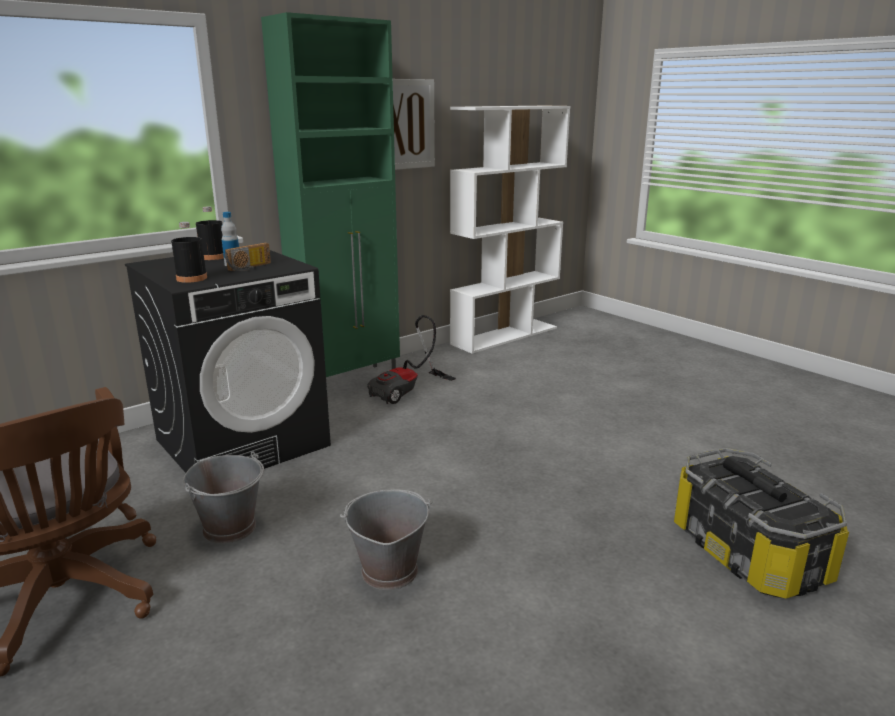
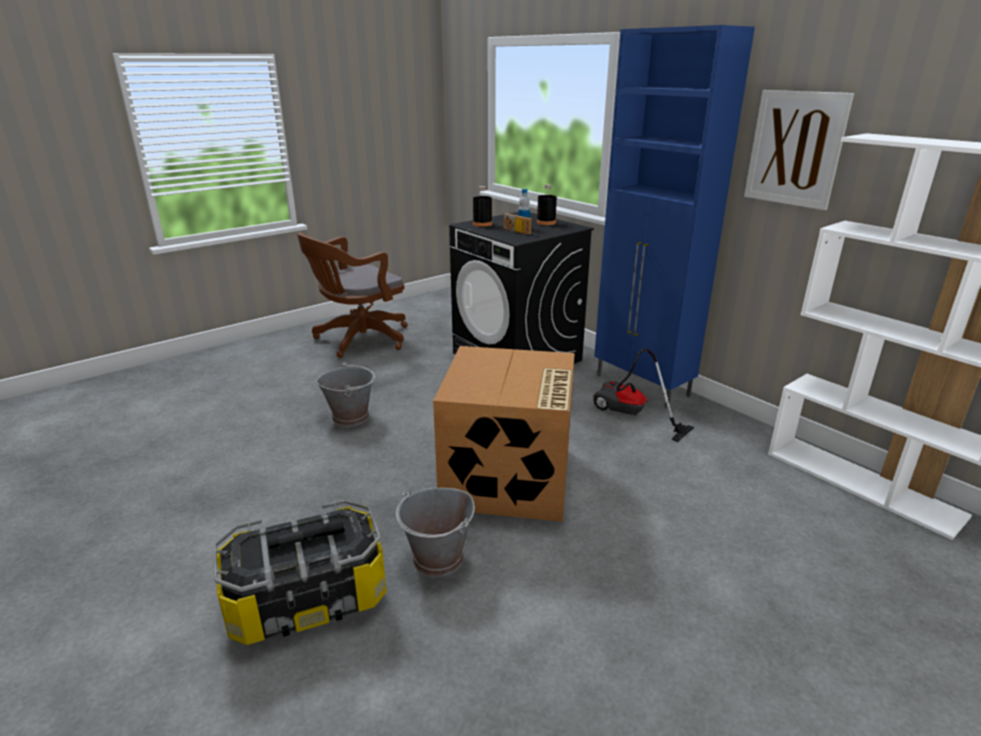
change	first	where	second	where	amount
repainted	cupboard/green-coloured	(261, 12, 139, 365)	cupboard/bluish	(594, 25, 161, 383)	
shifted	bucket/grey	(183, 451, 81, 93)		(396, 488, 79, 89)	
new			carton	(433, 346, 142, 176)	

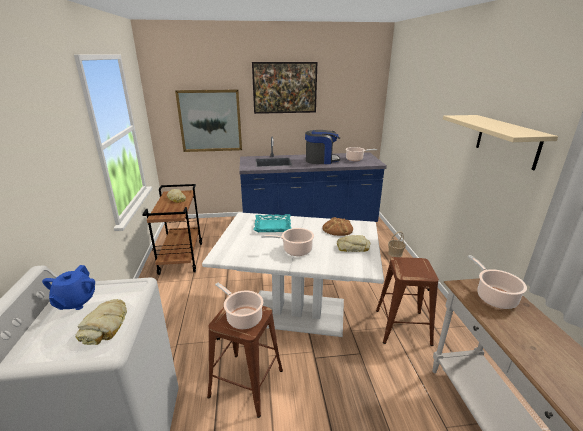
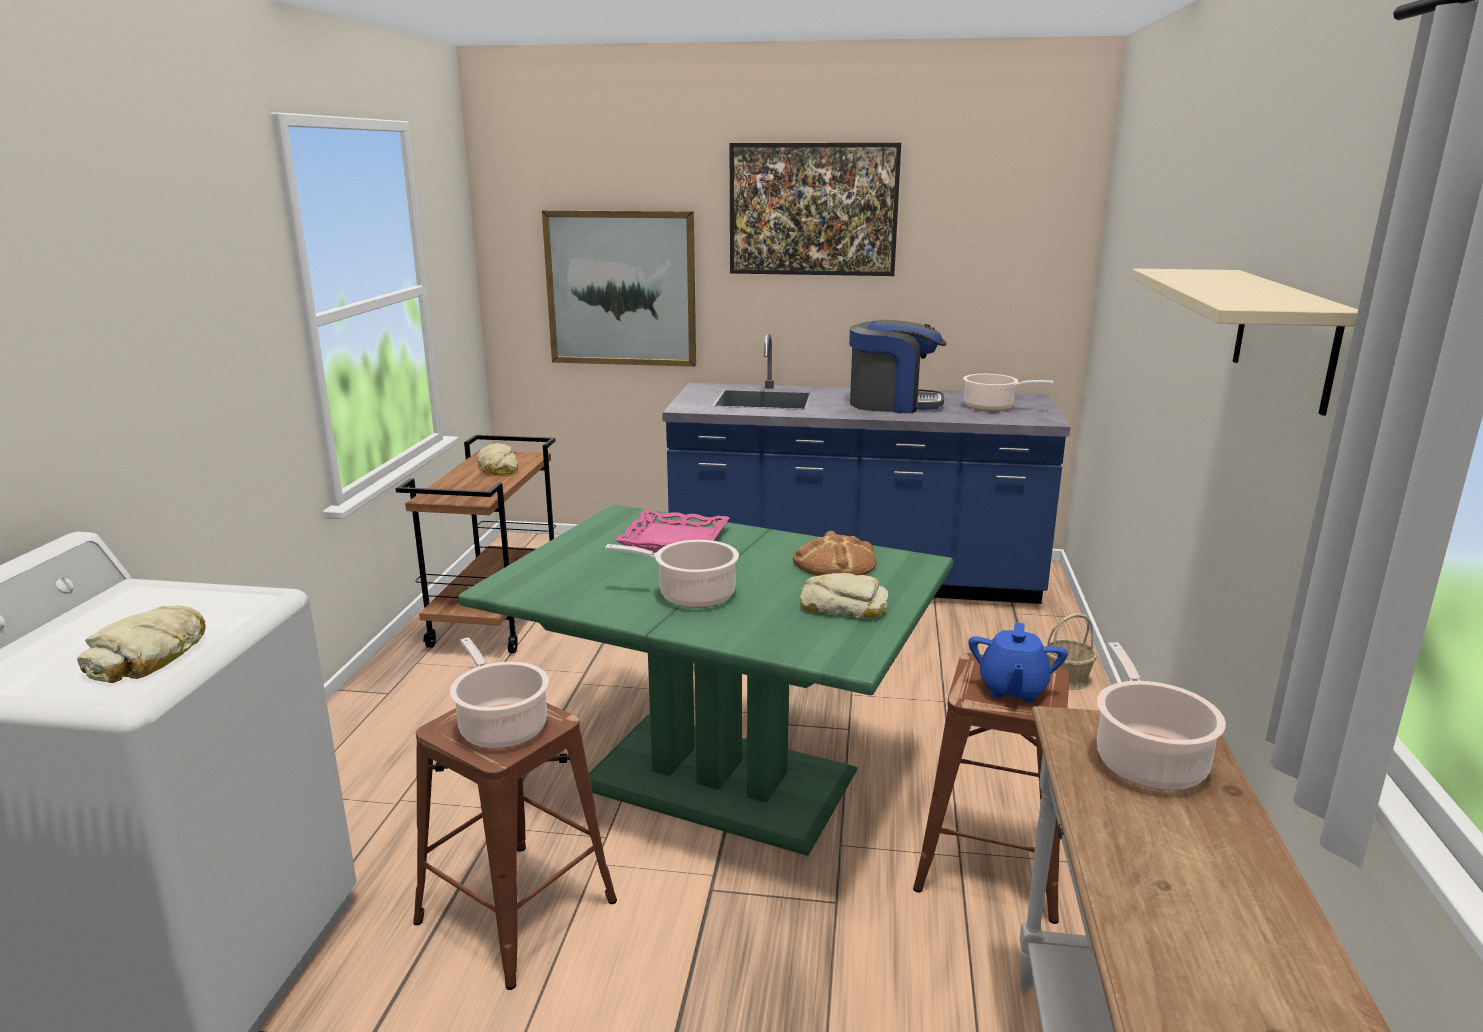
change	first	where	second	where	amount
repainted	dining table/white-coloured	(202, 212, 182, 125)	dining table/green-coloured	(458, 504, 495, 352)	
repainted	serving tray/blue-green	(254, 214, 37, 18)	serving tray/pink-coloured	(616, 510, 113, 42)	
shifted	pot for tea/bluish	(42, 265, 53, 45)		(969, 622, 99, 81)	

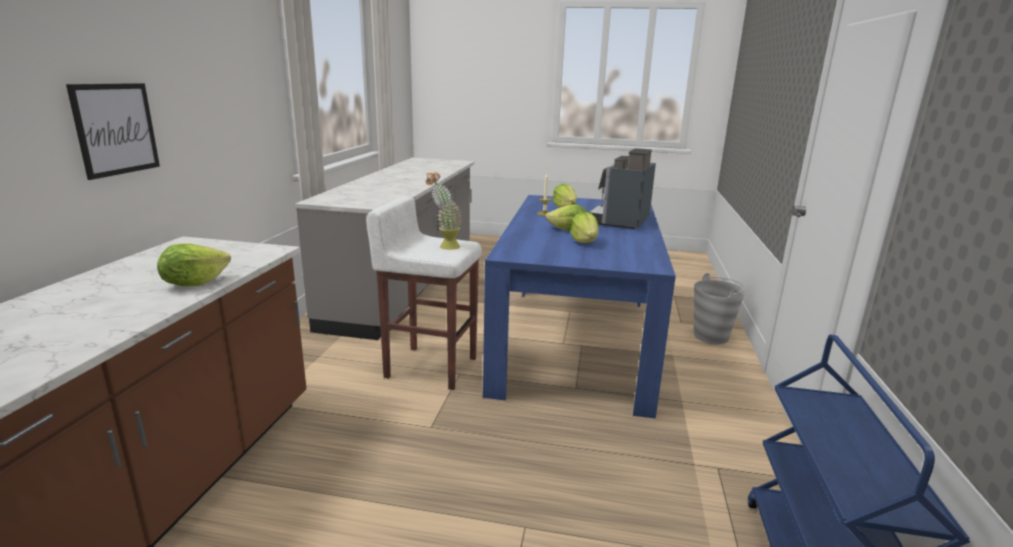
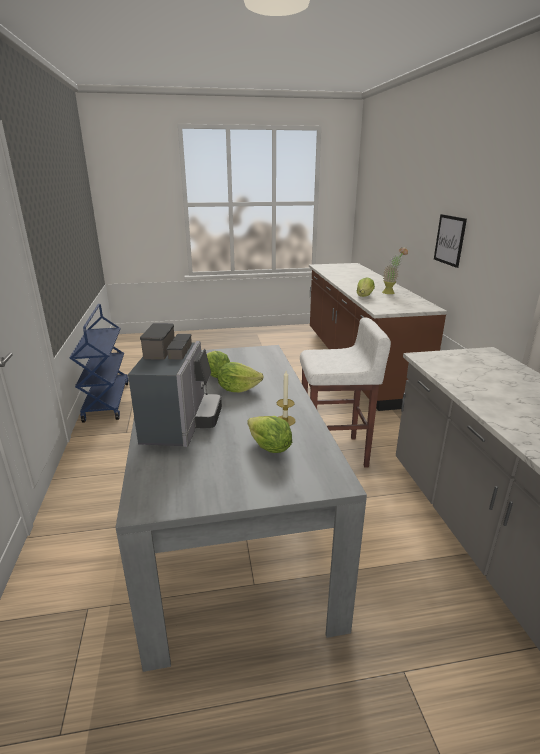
change	first	where	second	where	amount
shifted	houseplant	(426, 172, 36, 78)		(382, 247, 26, 47)	
repainted	dining table/bluish	(483, 195, 193, 224)	dining table/grey	(115, 345, 252, 327)	
gone	bucket/grey	(694, 273, 52, 71)			

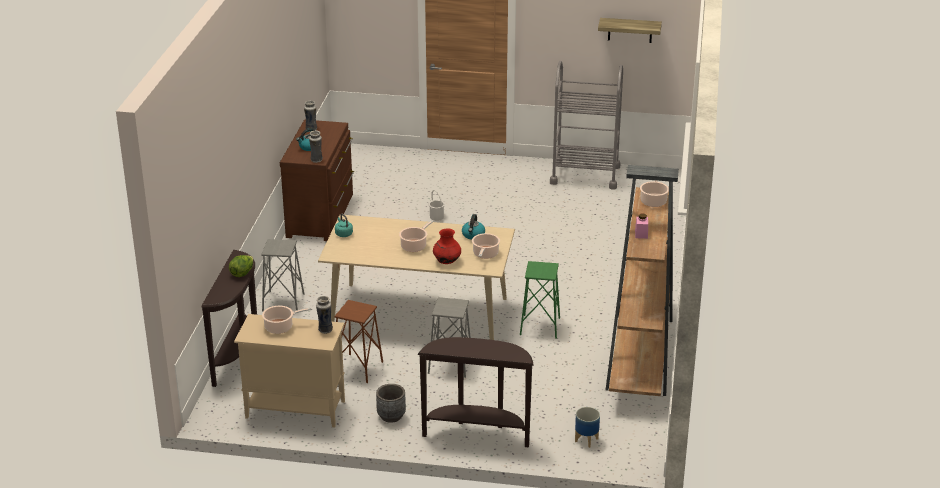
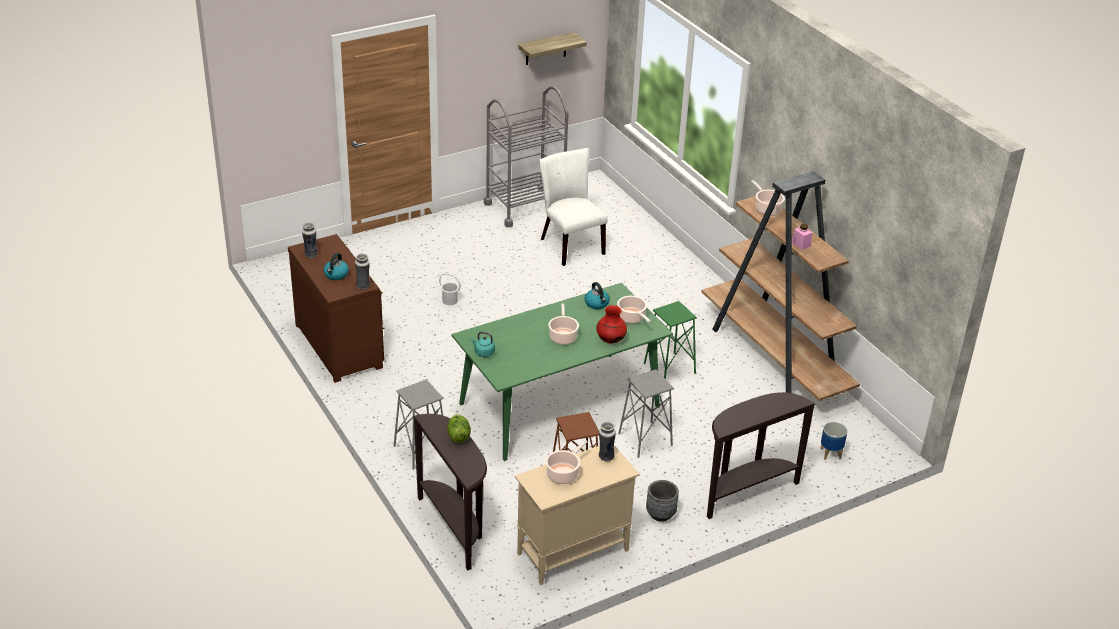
change	first	where	second	where	amount
repainted	dining table/beige	(318, 214, 197, 126)	dining table/green-coloured	(452, 283, 221, 178)	
new			chair/white-coloured	(539, 148, 69, 118)	

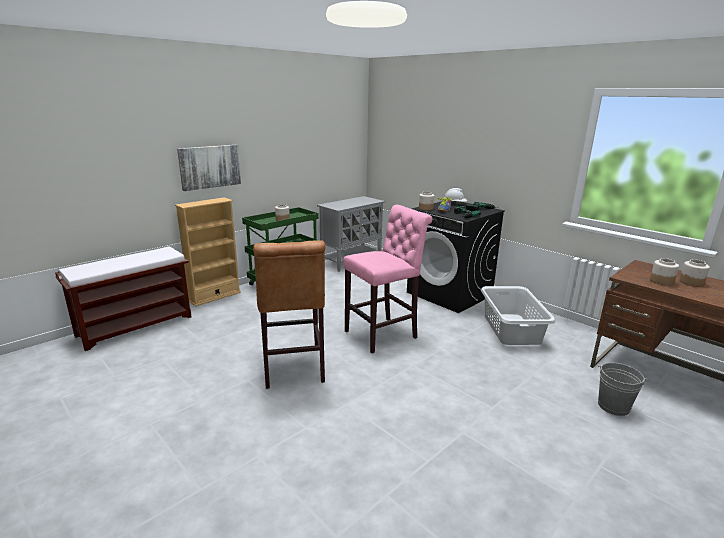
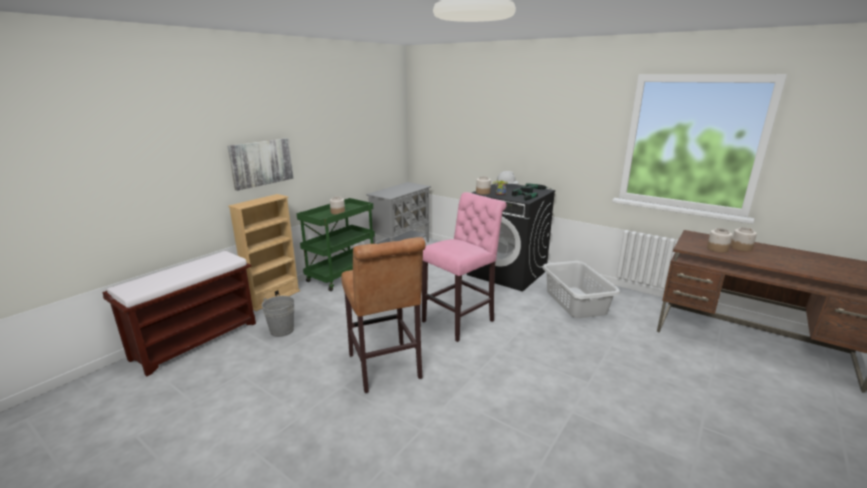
change	first	where	second	where	amount
shifted	bucket/grey	(598, 363, 50, 53)		(262, 296, 33, 41)	

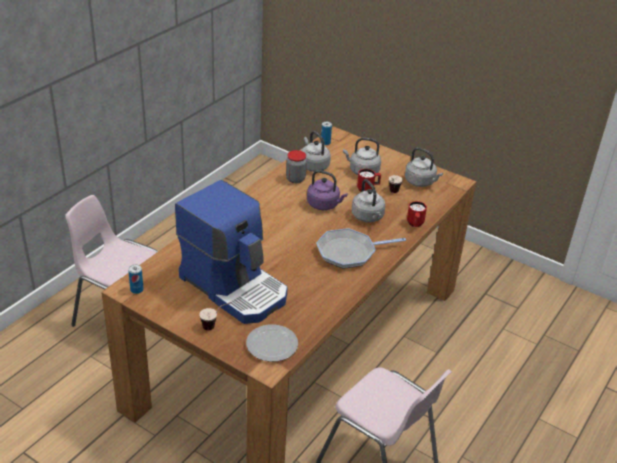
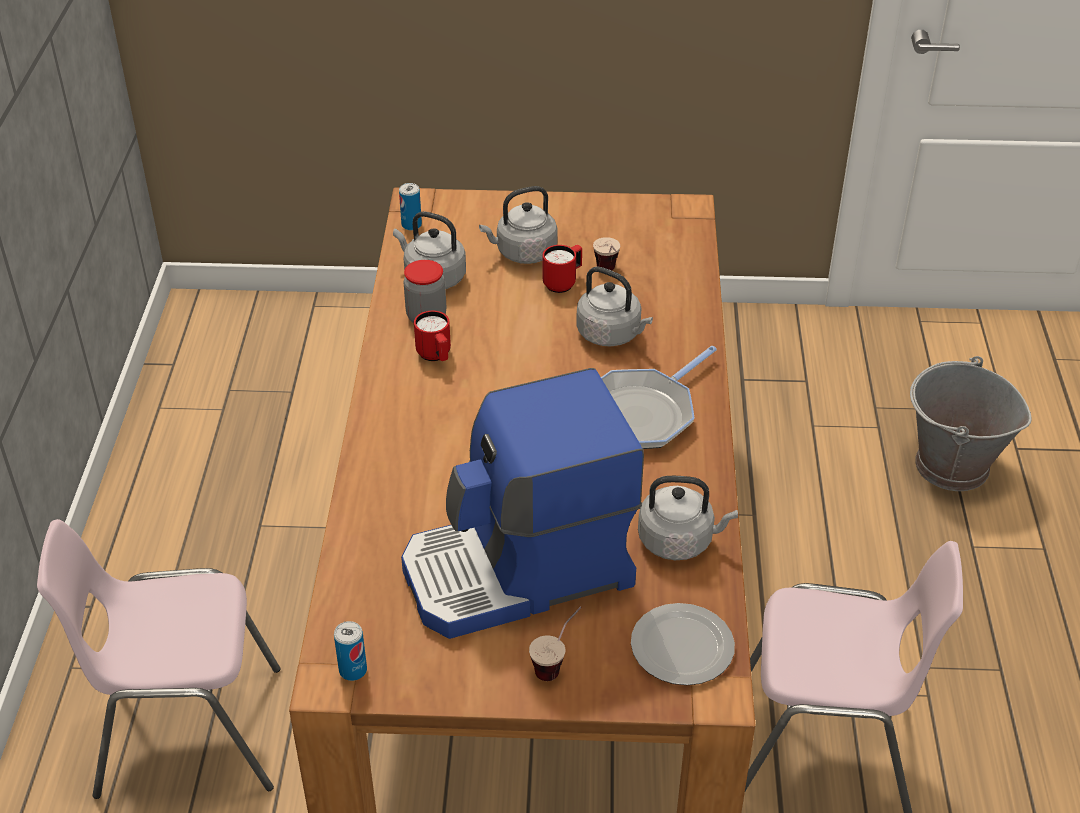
change	first	where	second	where	amount
shifted	tea kettle/grey	(405, 147, 38, 40)		(638, 476, 100, 84)	
gone	tea kettle/purple	(307, 170, 41, 40)			
rotated	coffee machine	(175, 180, 112, 144)		(401, 368, 243, 271)	150 degrees clockwise
shifted	mug/red	(407, 201, 20, 26)		(414, 311, 37, 50)	
new			bucket/grey	(910, 356, 122, 135)	

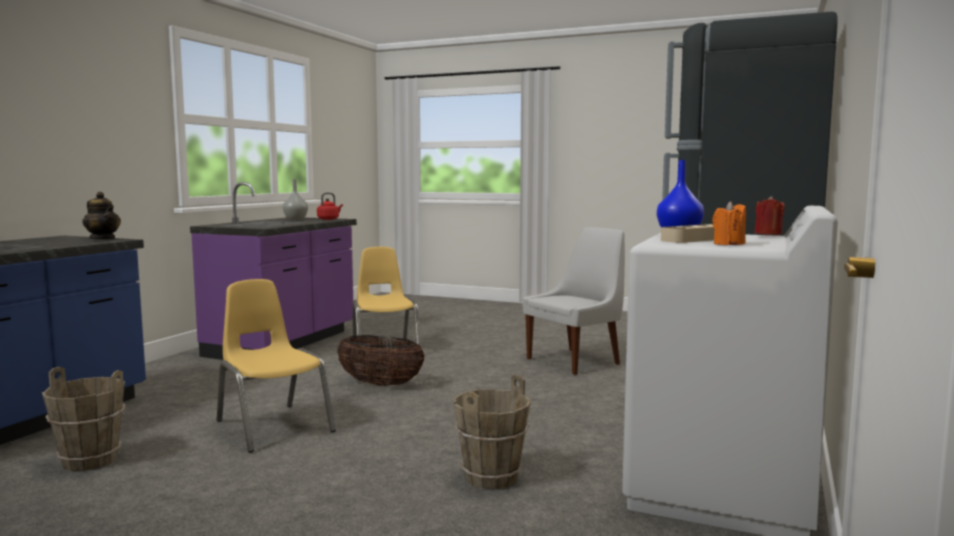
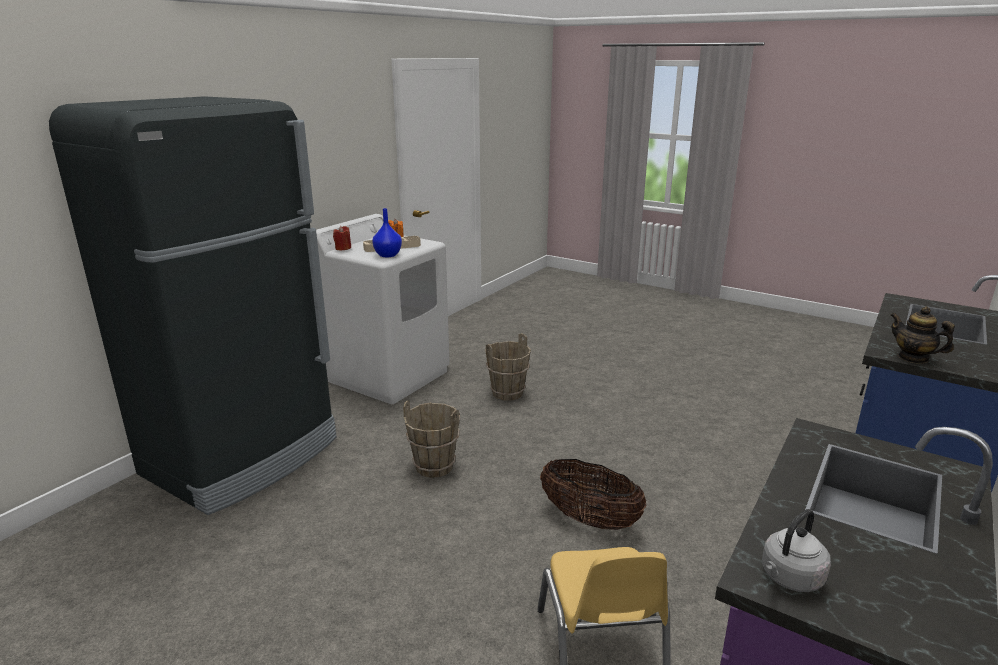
change	first	where	second	where	amount
gone	flower vase/grey	(283, 179, 25, 41)			
repainted	tea kettle/red	(317, 193, 26, 27)	tea kettle/grey	(762, 509, 69, 83)	
gone	chair/white-coloured	(522, 227, 103, 148)			
gone	chair/yellow-coloured	(217, 279, 119, 174)			
shifted	bucket/brown-coloured	(42, 367, 83, 104)		(403, 400, 57, 78)	

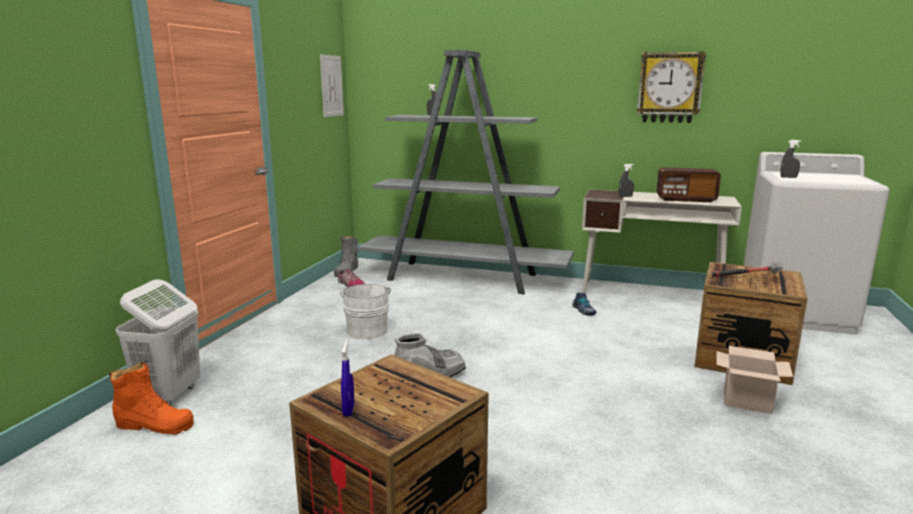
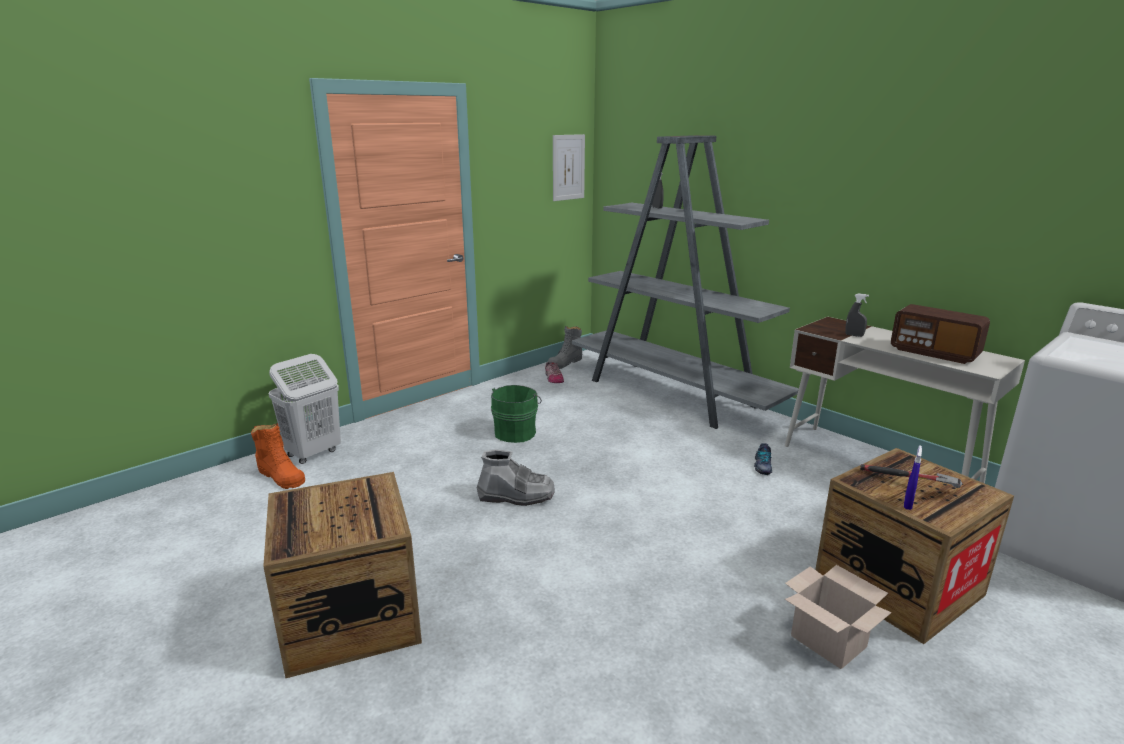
change	first	where	second	where	amount
gone	clock on the wall	(637, 51, 69, 72)			
gone	spray bottle/grey	(780, 140, 22, 38)			
repainted	bucket/white-coloured	(340, 284, 51, 55)	bucket/green-coloured	(491, 385, 51, 58)	
shifted	spray bottle/bluish	(341, 340, 13, 76)		(904, 445, 18, 65)	

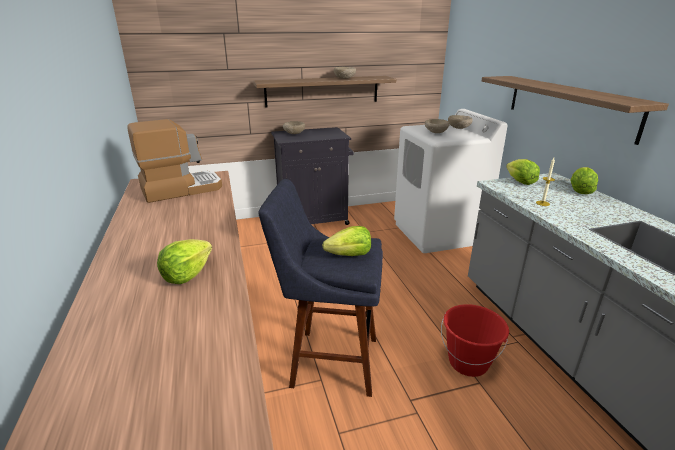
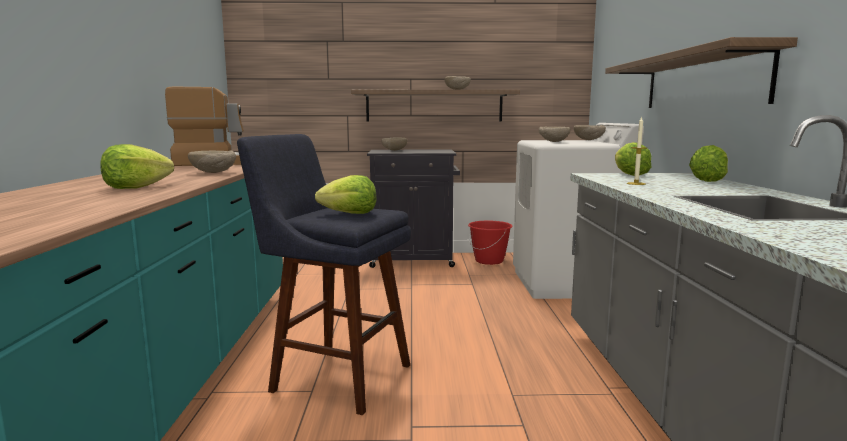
change	first	where	second	where	amount
shifted	bucket/red	(441, 304, 68, 73)		(468, 221, 45, 44)	
new			deep dish/beige	(188, 150, 48, 23)	

